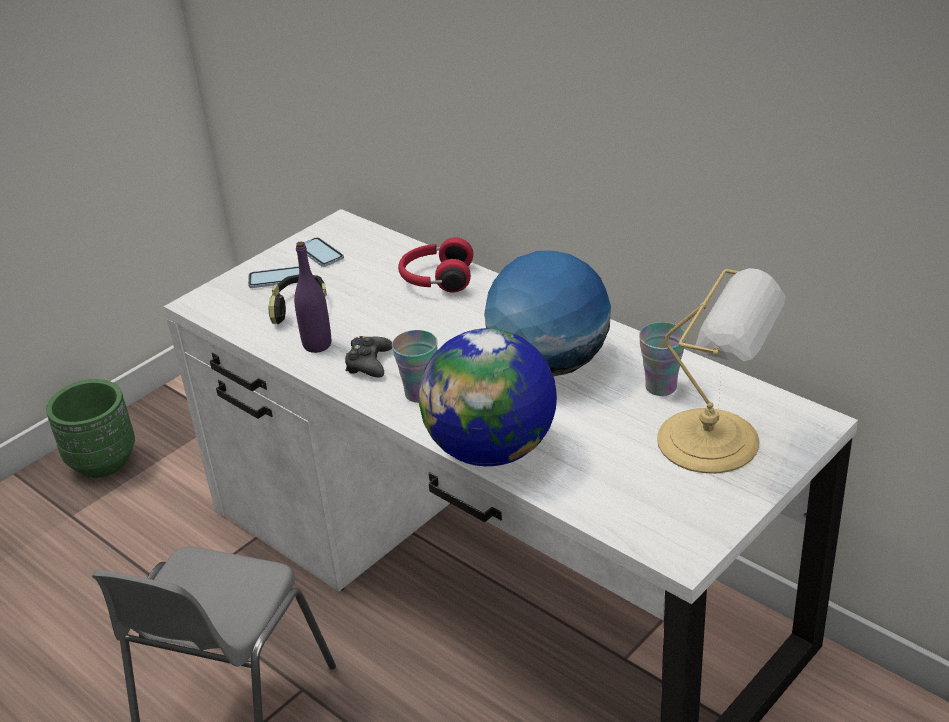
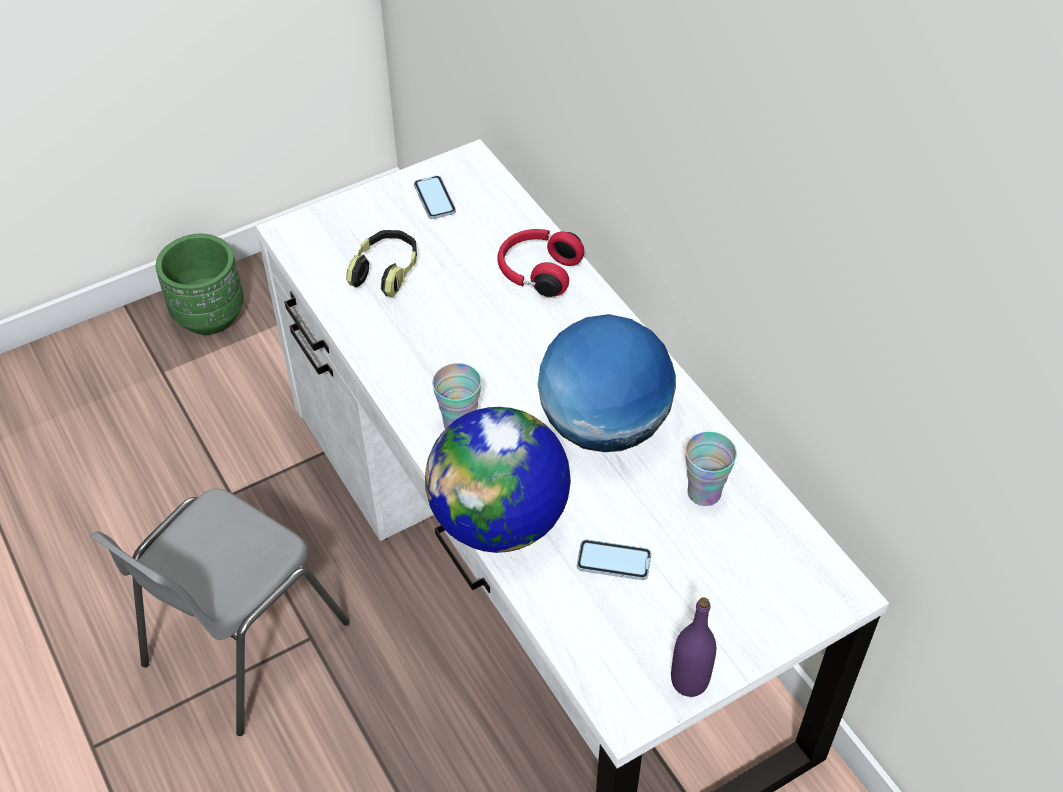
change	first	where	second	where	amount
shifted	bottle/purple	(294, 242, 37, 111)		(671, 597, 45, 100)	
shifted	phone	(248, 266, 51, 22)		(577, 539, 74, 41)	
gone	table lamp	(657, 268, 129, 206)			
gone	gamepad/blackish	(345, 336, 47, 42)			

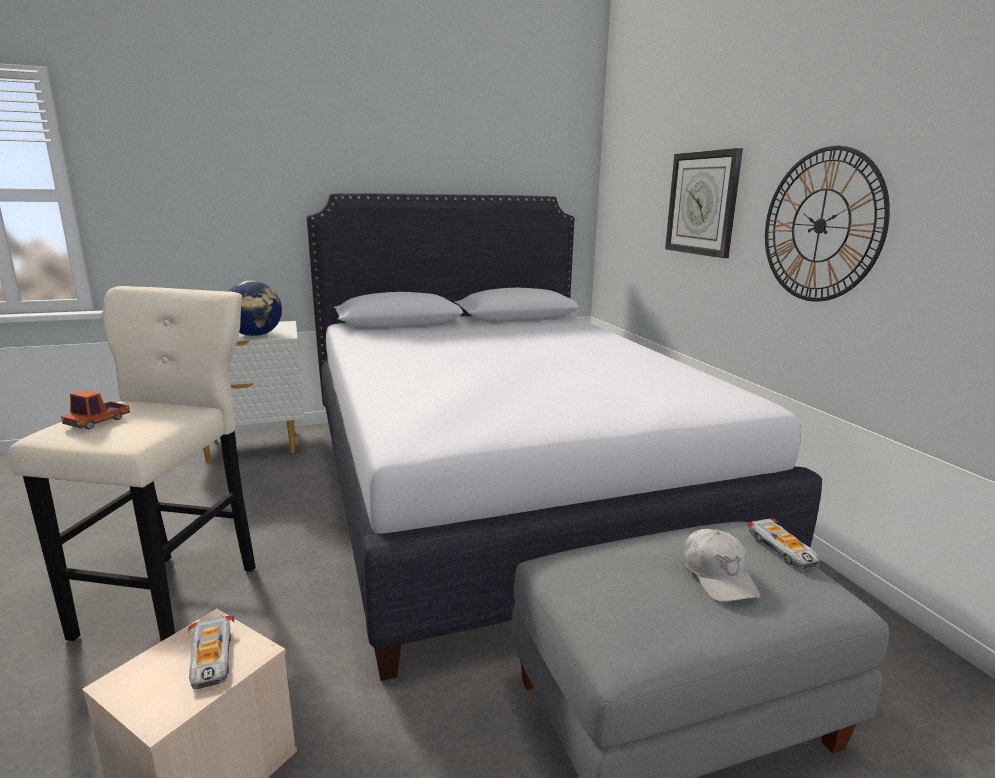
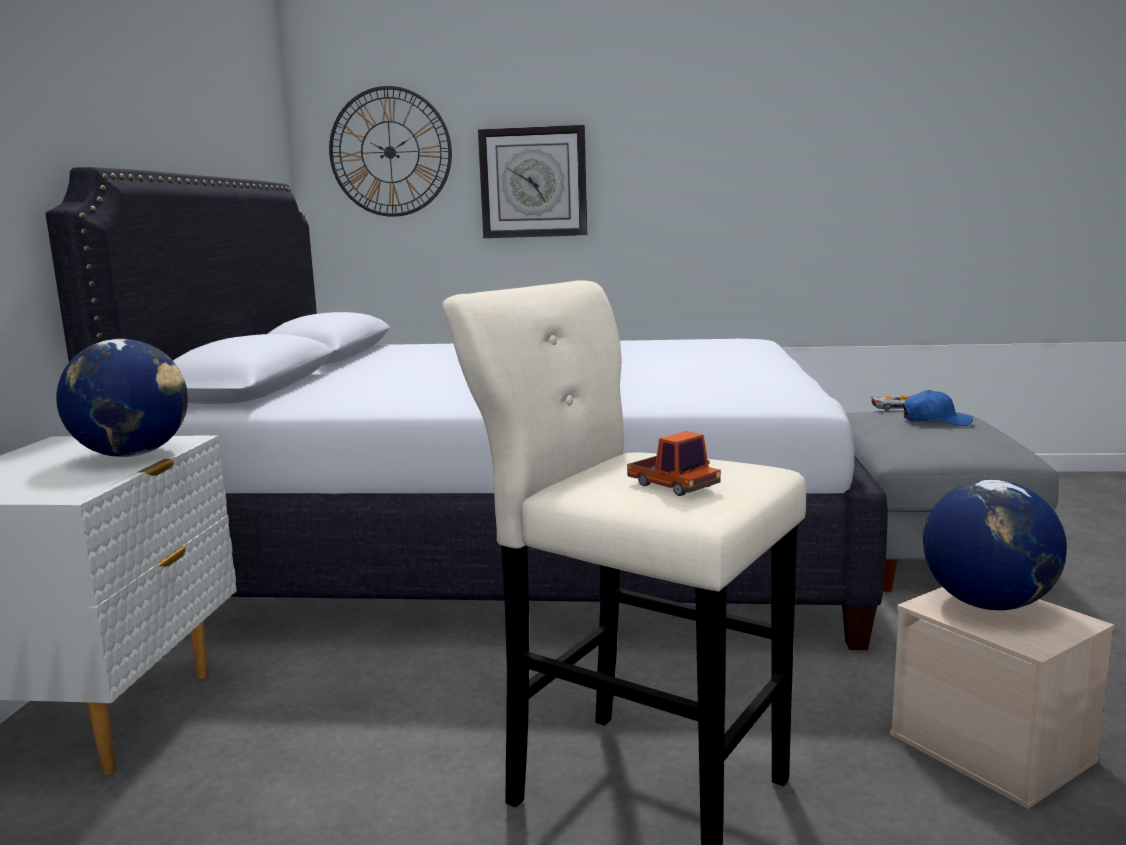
change	first	where	second	where	amount
shifted	clock on the wall	(765, 146, 125, 156)		(329, 86, 123, 131)	
repainted	cap/white-coloured	(684, 529, 76, 73)	cap/bluish	(903, 390, 70, 36)	
swapped	model car	(188, 616, 47, 73)	world globe	(923, 480, 144, 130)	

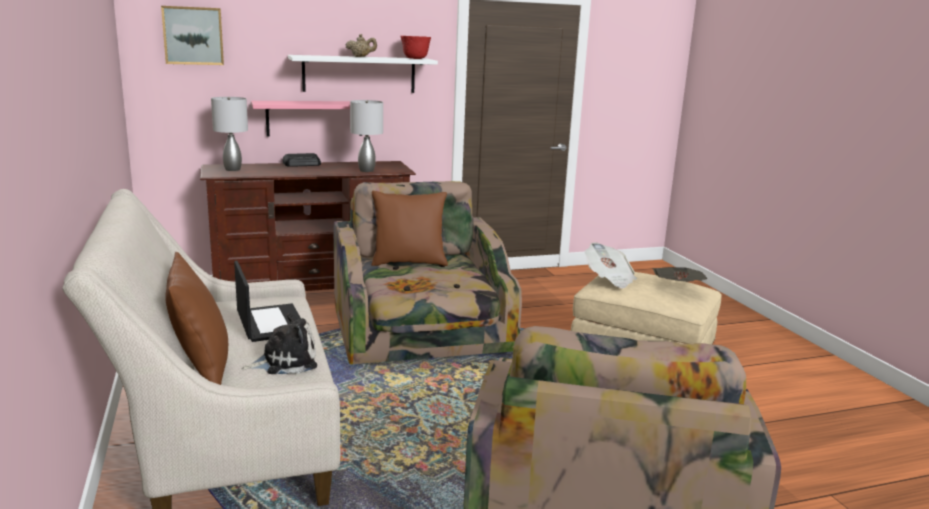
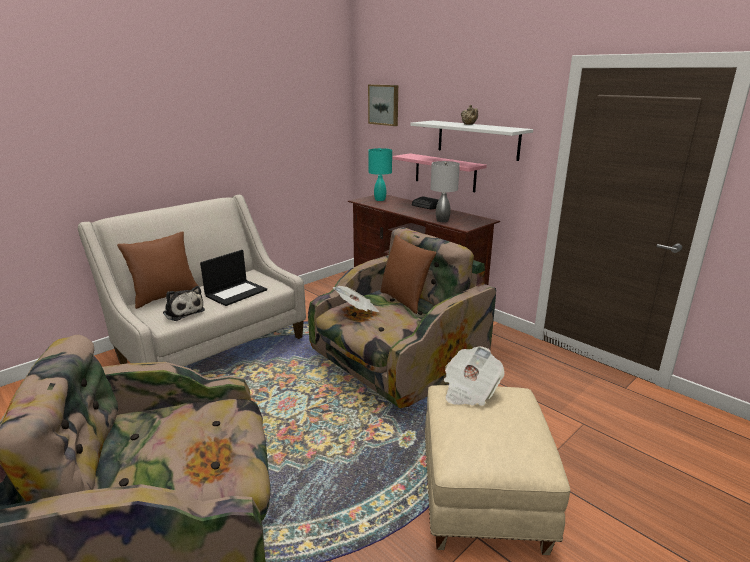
change	first	where	second	where	amount
gone	deep dish/red	(400, 36, 31, 23)			
repainted	table lamp/grey	(211, 97, 37, 74)	table lamp/blue-green	(368, 148, 24, 53)	
shifted	newspaper	(652, 267, 56, 15)		(333, 286, 47, 26)	

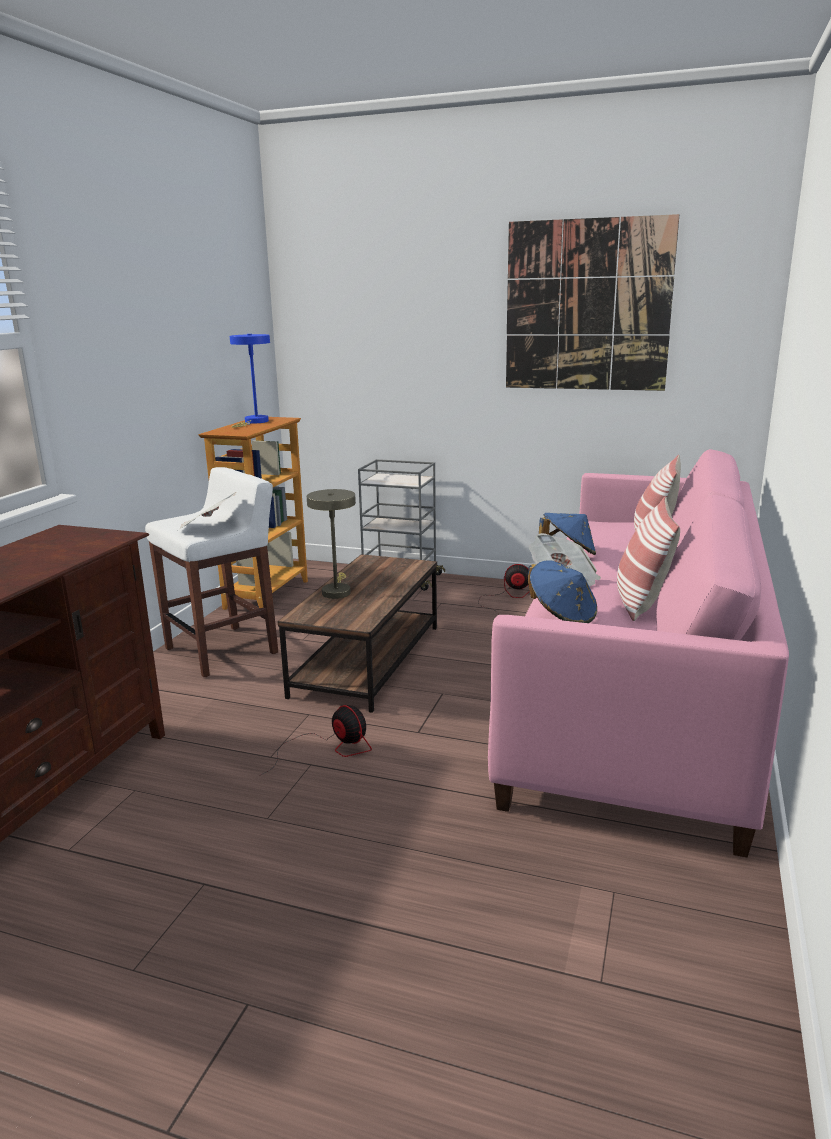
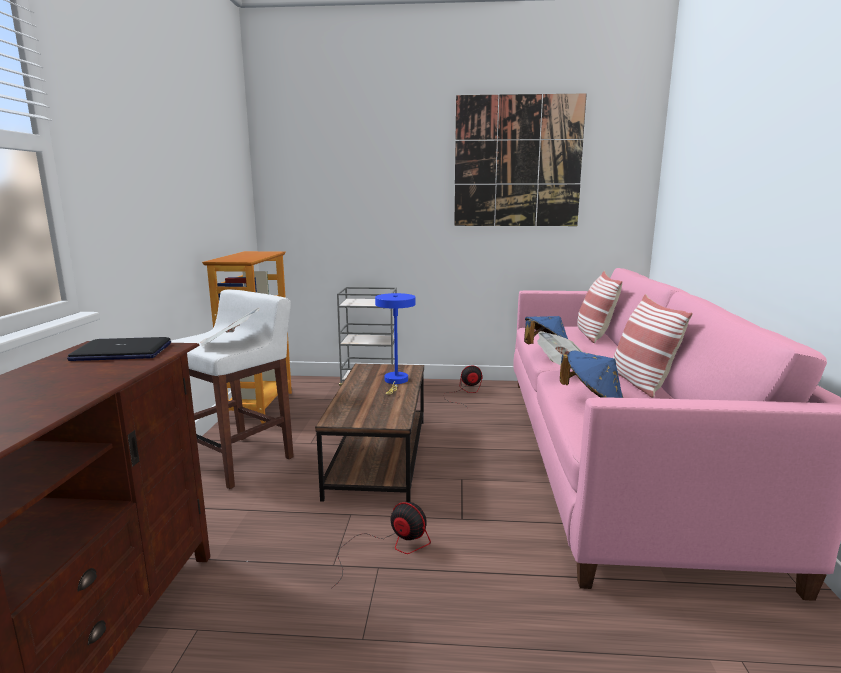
change	first	where	second	where	amount
shifted	table lamp/bluish	(230, 334, 40, 94)		(375, 293, 41, 101)	
gone	table lamp/beige	(307, 489, 49, 110)			
new			laptop	(67, 337, 104, 24)	

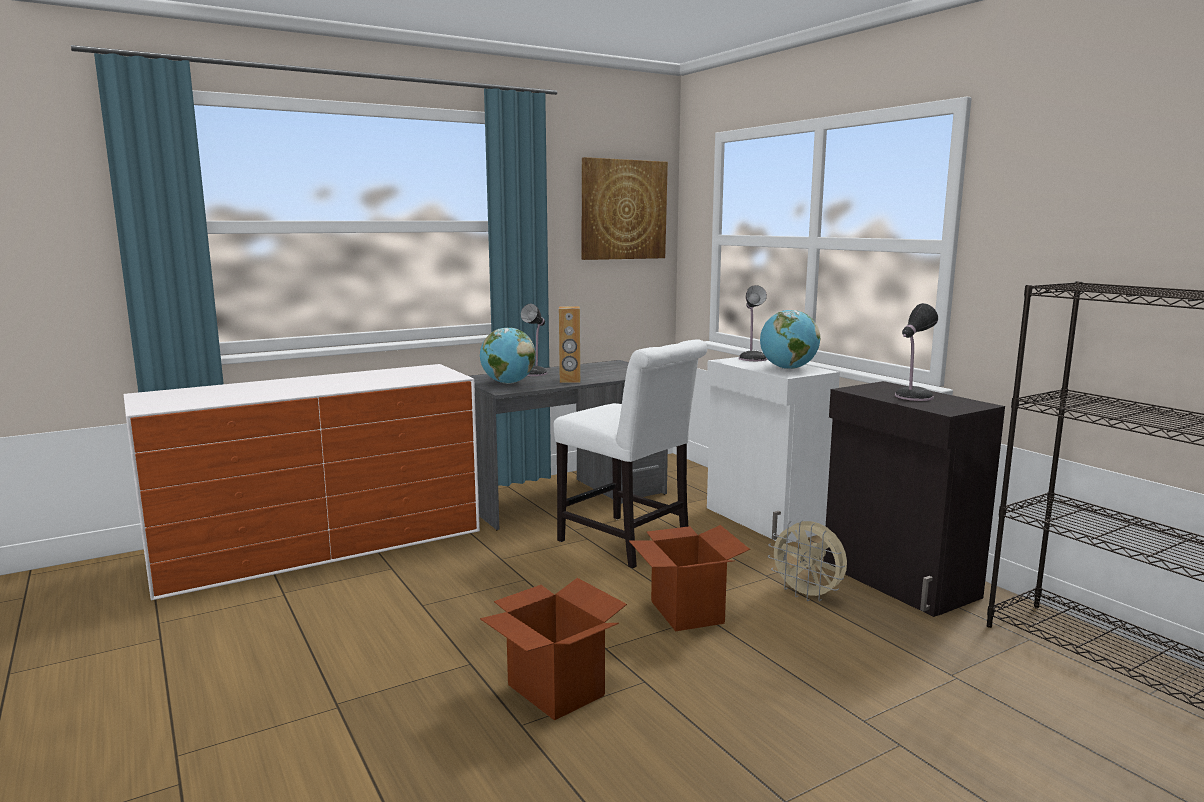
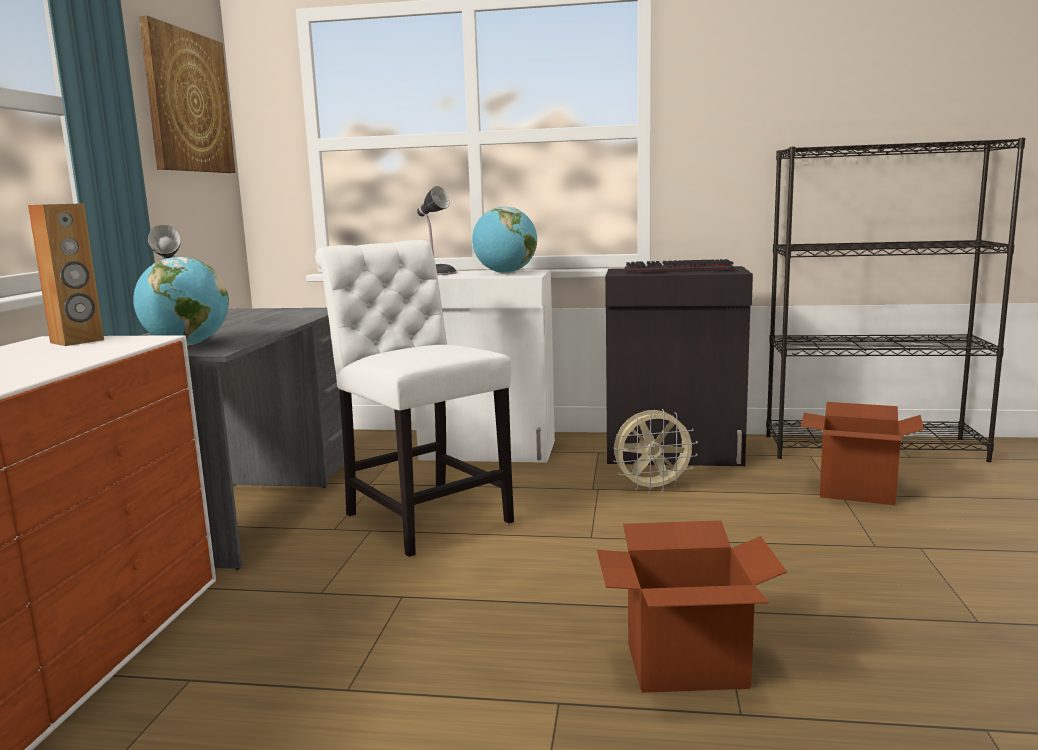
change	first	where	second	where	amount
swapped	table lamp	(895, 303, 43, 98)	computer keyboard	(625, 259, 110, 14)	
shifted	audio speaker/brown-coloured	(559, 306, 21, 77)		(28, 203, 76, 143)	
rotated	chair/white-coloured	(554, 339, 153, 229)		(315, 240, 199, 317)	120 degrees counterclockwise
shifted	carton	(629, 525, 121, 106)		(801, 402, 123, 103)	

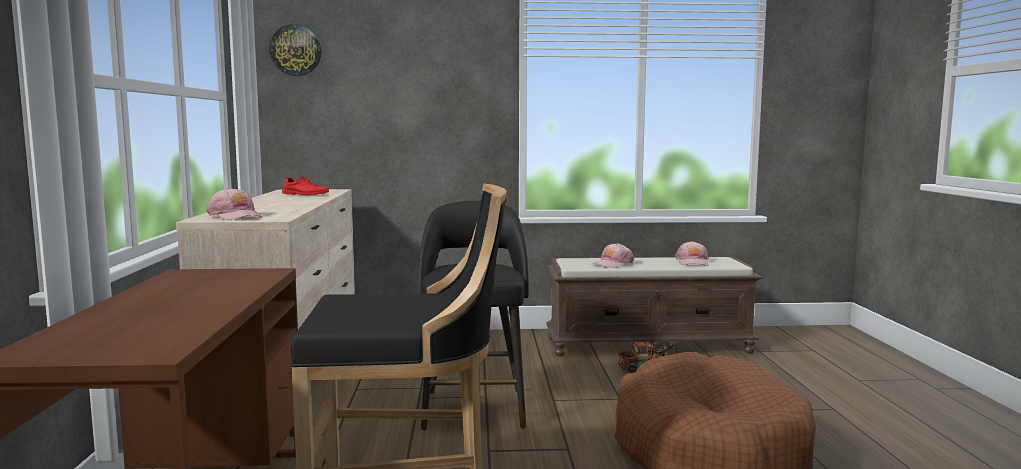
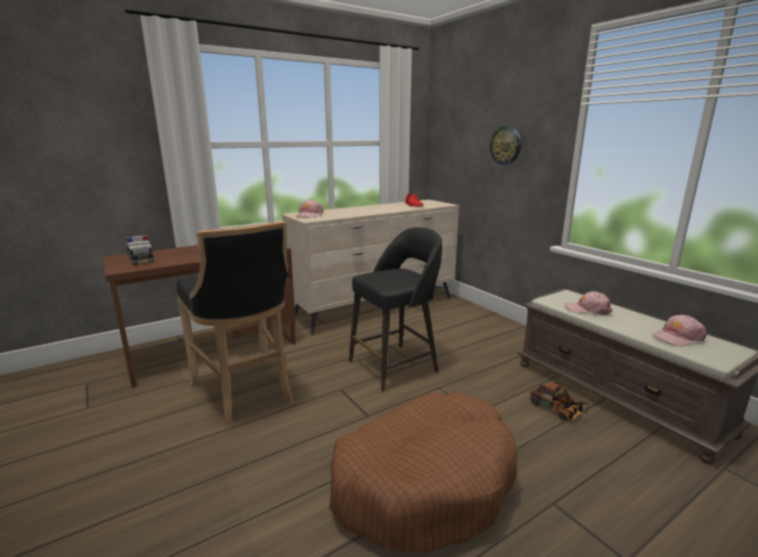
change	first	where	second	where	amount
shifted	clock on the wall	(269, 24, 52, 52)		(490, 126, 31, 39)	
new			model car	(126, 235, 28, 29)	

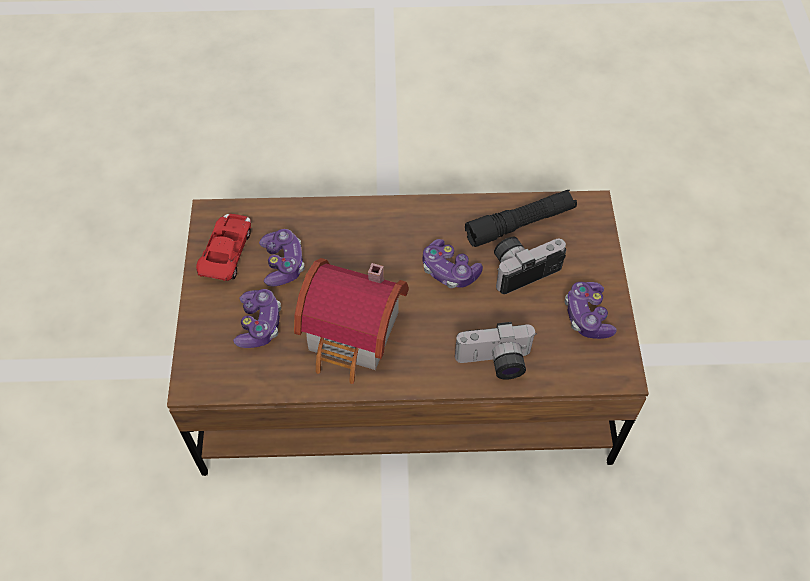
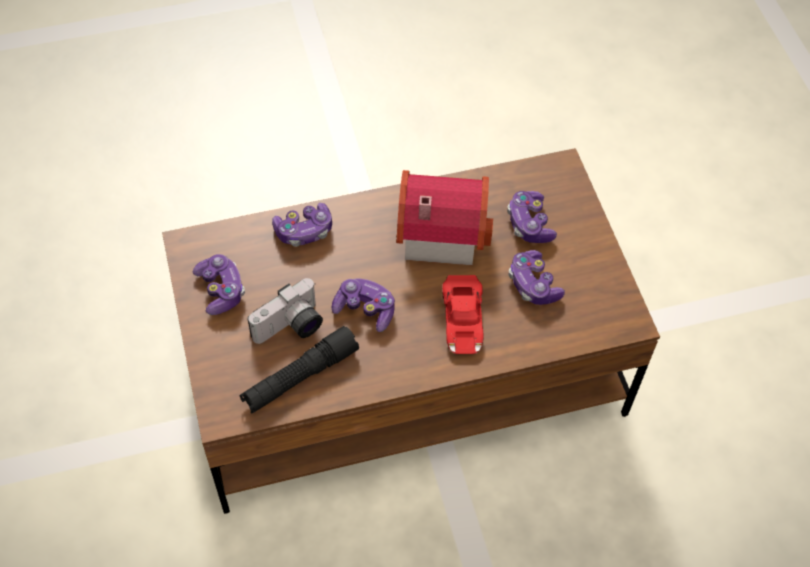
change	first	where	second	where	amount
shifted	model car/red	(196, 214, 55, 67)		(442, 275, 41, 79)	
swapped	still camera	(455, 322, 82, 58)	gamepad	(272, 203, 60, 44)	

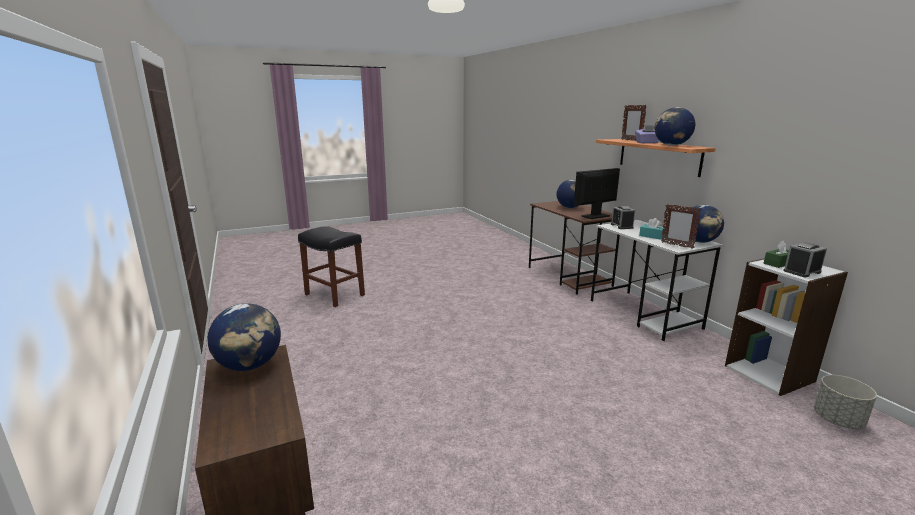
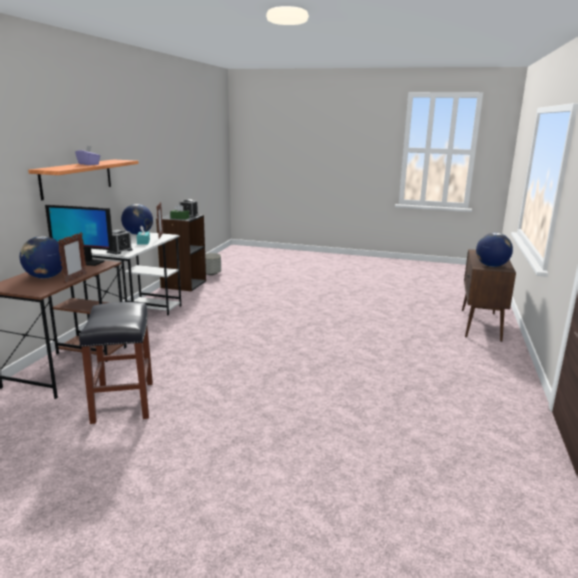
change	first	where	second	where	amount
shifted	picture frame	(622, 105, 25, 36)		(58, 232, 29, 52)	
gone	world globe	(655, 107, 40, 39)			
shifted	stool/blackish	(298, 226, 67, 81)		(79, 302, 74, 122)	
repainted	bookcase/white-coloured	(725, 258, 123, 138)	bookcase/blackish	(156, 214, 50, 77)	

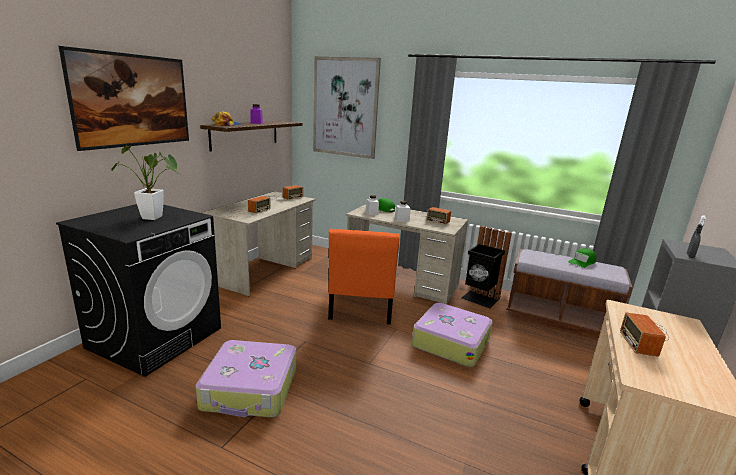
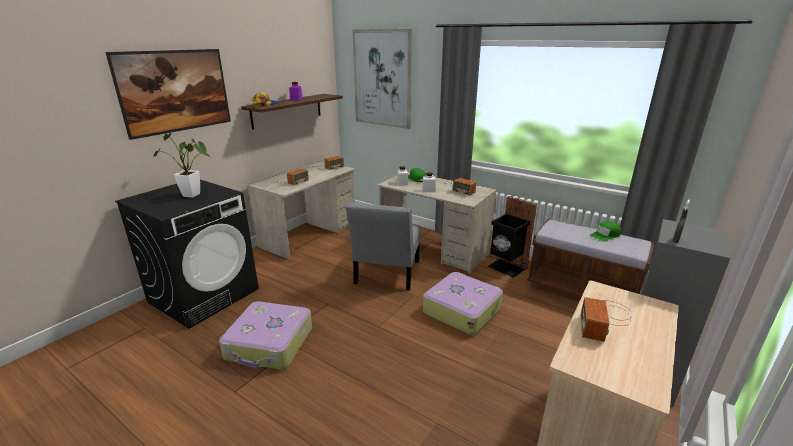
change	first	where	second	where	amount
repainted	chair/orangey	(328, 229, 72, 95)	chair/grey	(346, 203, 75, 88)	

